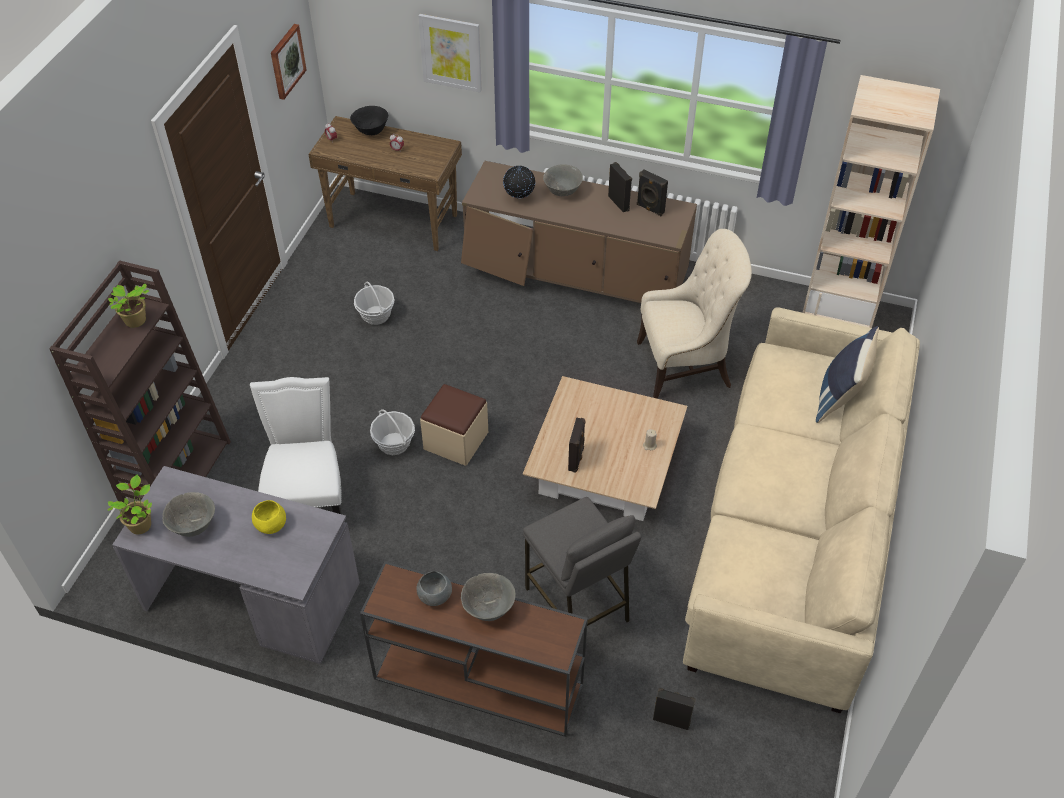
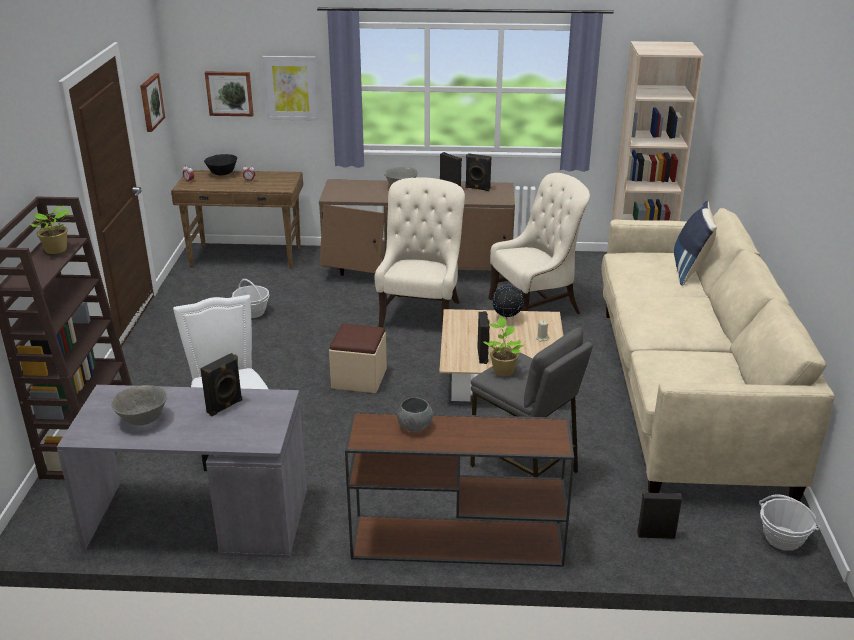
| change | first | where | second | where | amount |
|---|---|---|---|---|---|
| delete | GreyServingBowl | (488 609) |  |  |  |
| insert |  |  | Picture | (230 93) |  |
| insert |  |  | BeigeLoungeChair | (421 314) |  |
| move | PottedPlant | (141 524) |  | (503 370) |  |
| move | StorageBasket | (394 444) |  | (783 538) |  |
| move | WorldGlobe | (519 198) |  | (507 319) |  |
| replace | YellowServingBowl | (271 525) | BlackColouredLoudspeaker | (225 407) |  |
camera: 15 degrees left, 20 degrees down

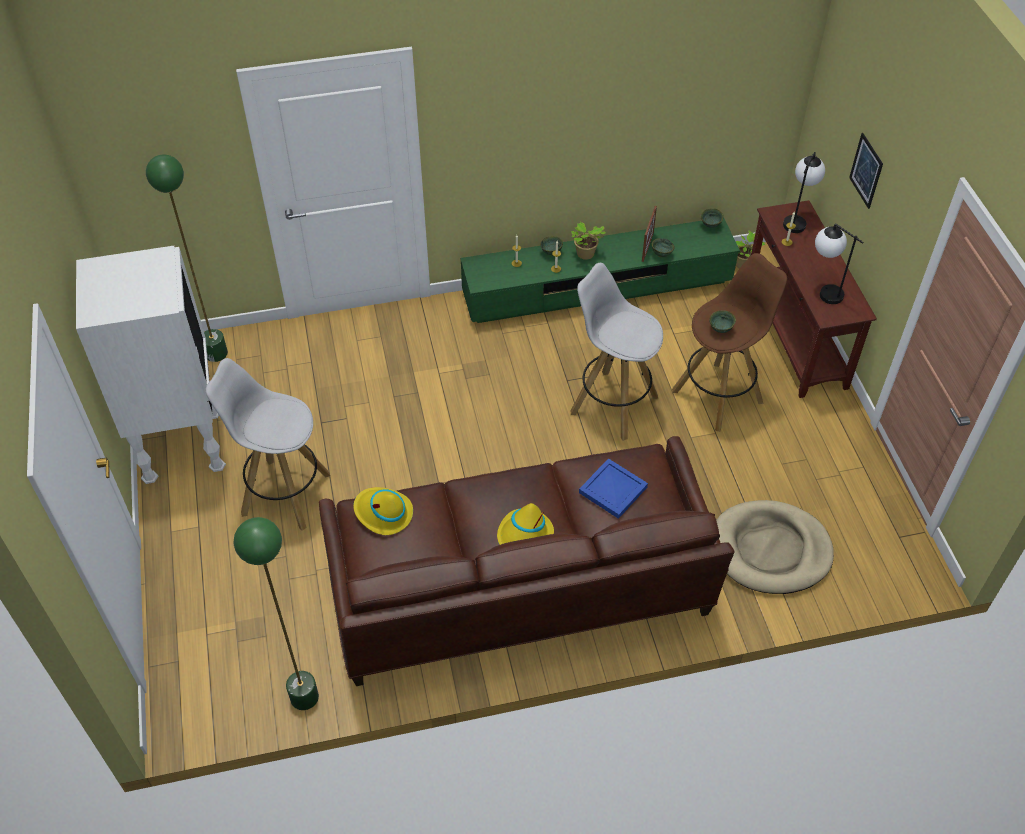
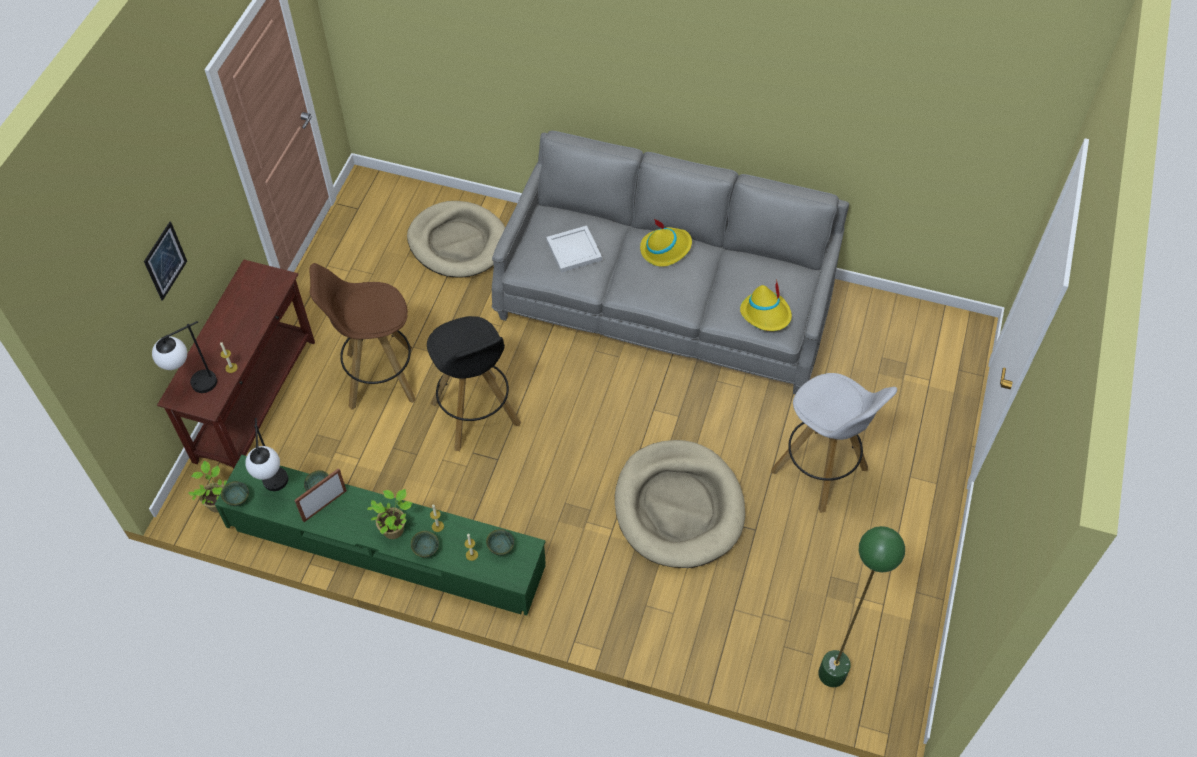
| change | first | where | second | where | amount |
|---|---|---|---|---|---|
| delete | WhiteColouredCabinet | (183 444) |  |  |  |
| delete | GreenStandingLamp | (304 697) |  |  |  |
| insert |  |  | BeigeDogBed | (678 507) |  |
| move | GreenServingBowl | (721 329) |  | (500 548) |  |
| move | LampForATable | (823 290) |  | (276 489) |  |
| recolor | BrownColouredCouch | (519 589) | GreyCouch | (666 302) |  |
| recolor | WhiteColouredSittingStool | (612 404) | BlackColouredSittingStool | (476 415) |  |
| recolor | BluishTray | (613 489) | WhiteColouredTray | (573 251) |  |
camera: 150 degrees left, 5 degrees up

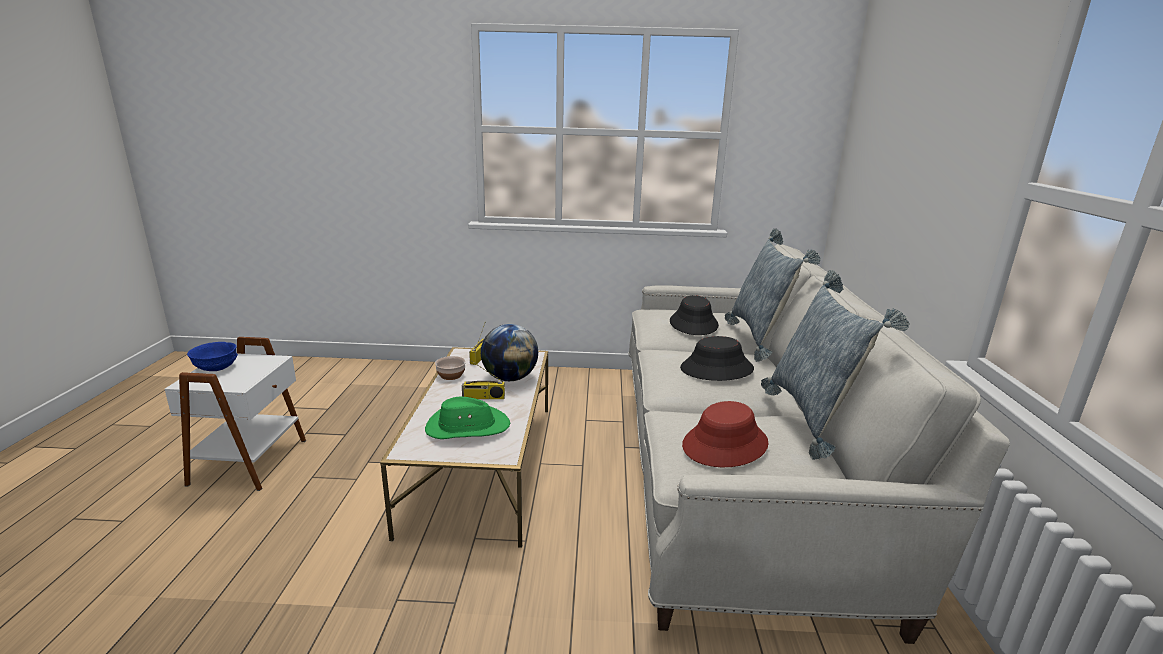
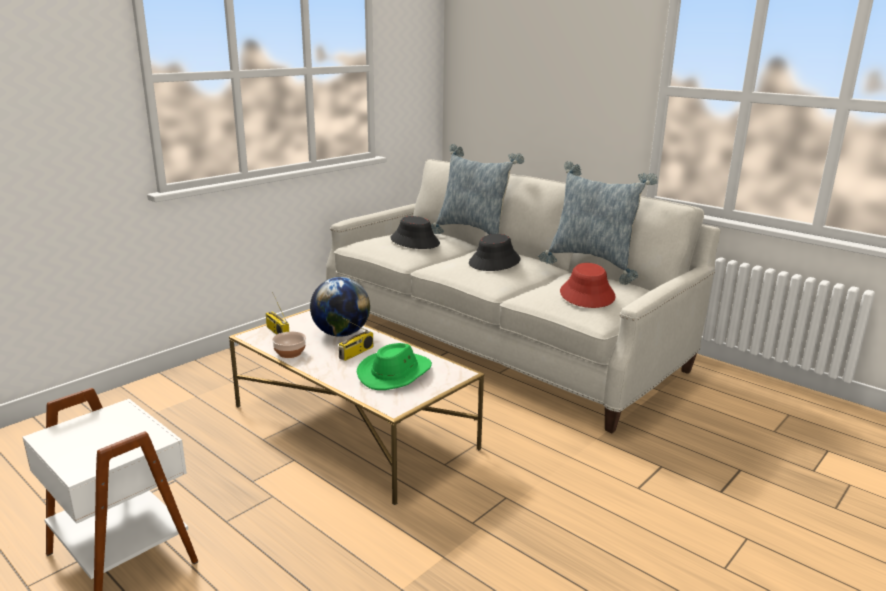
| change | first | where | second | where | amount |
|---|---|---|---|---|---|
| delete | BluishServingBowl | (216 367) |  |  |  |
camera: 50 degrees left, 0 degrees up

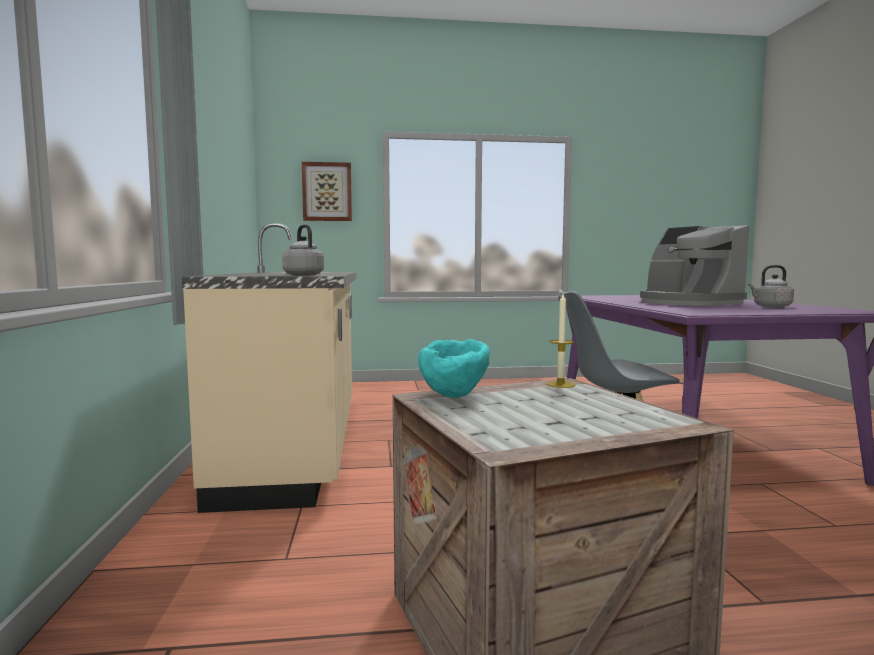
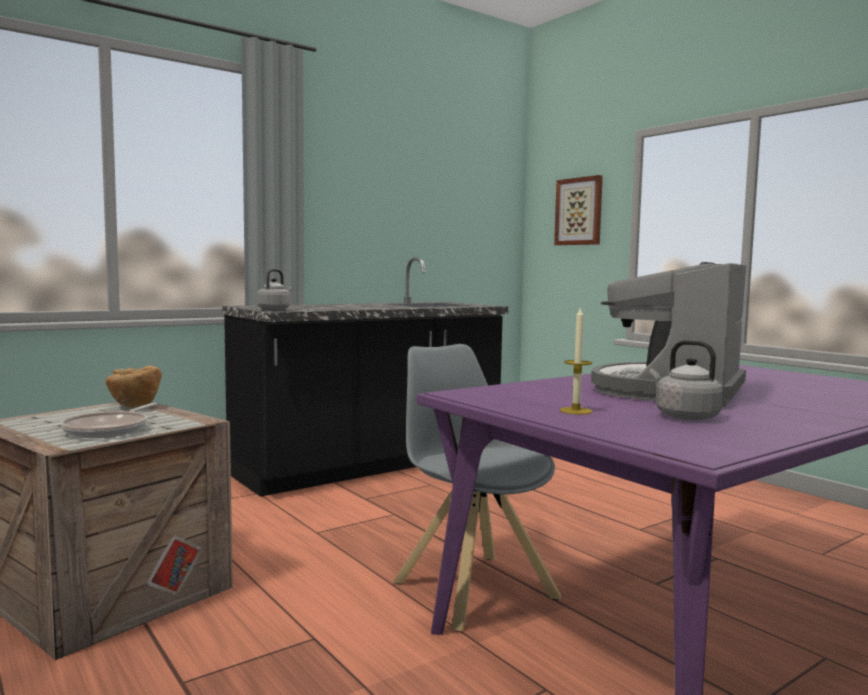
| change | first | where | second | where | amount |
|---|---|---|---|---|---|
| insert |  |  | Skillet | (110 430) |  |
| move | WaxCandle | (560 384) |  | (576 411) |  |
| recolor | BeigeCounter | (298 447) | BlackColouredCounter | (372 465) |  |
| recolor | BlueGreenServingBowl | (454 396) | BrownColouredServingBowl | (135 407) |  |
camera: 60 degrees right, 0 degrees up

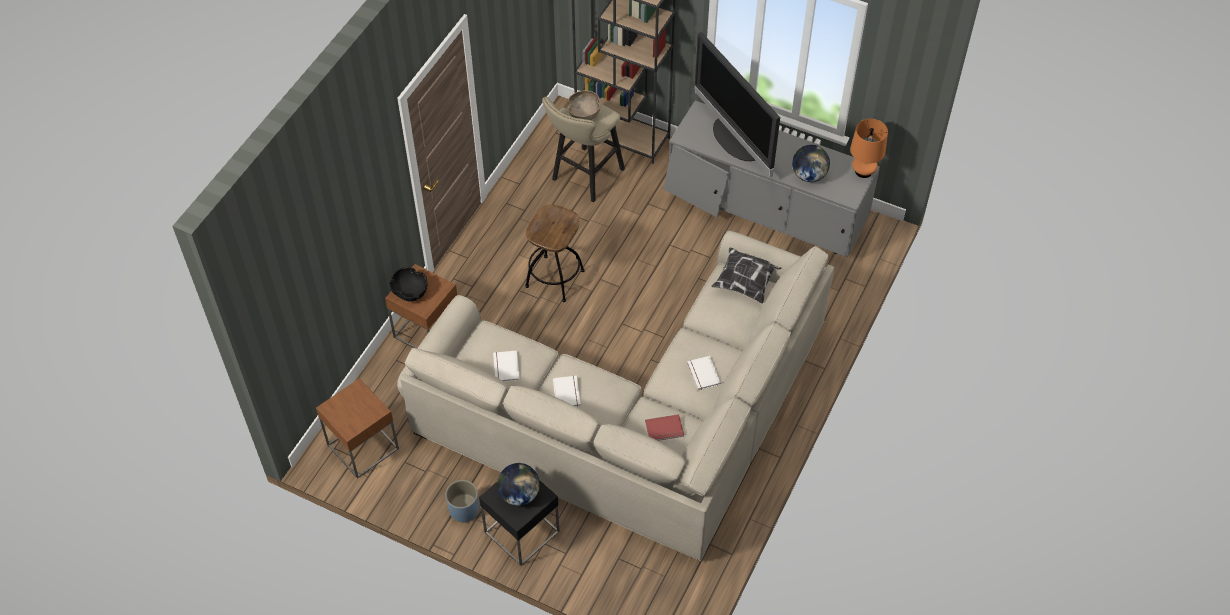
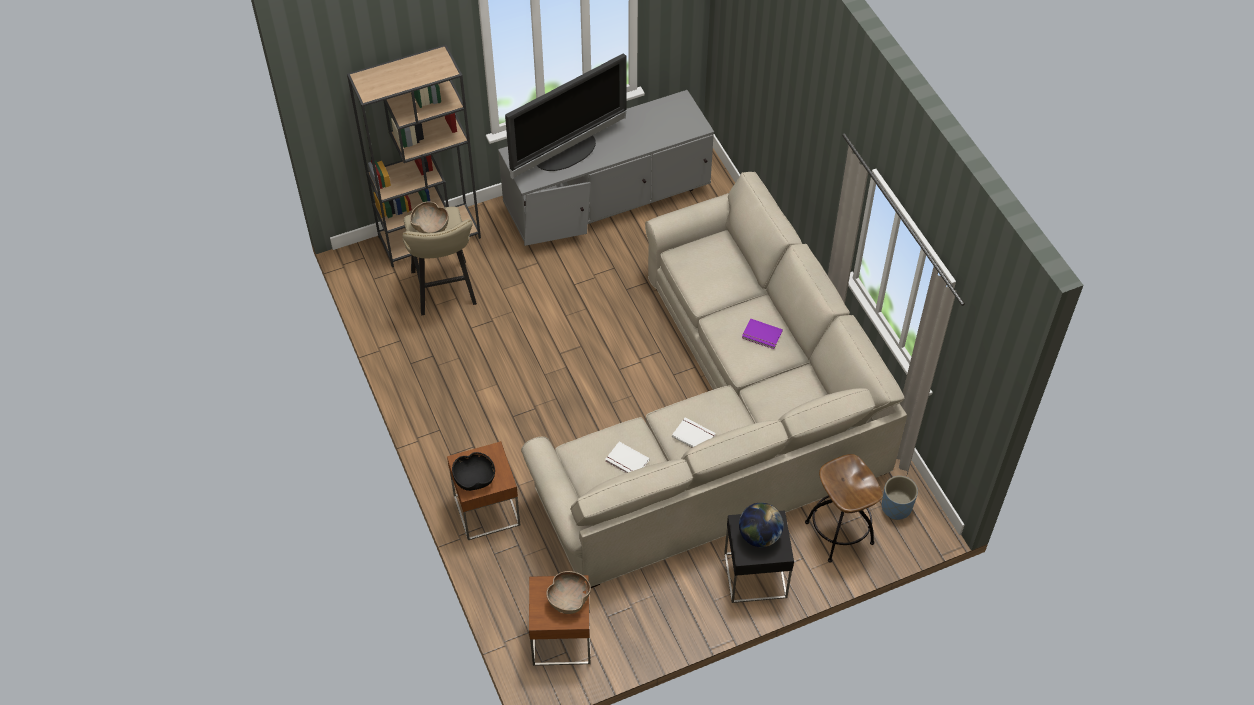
| change | first | where | second | where | amount |
|---|---|---|---|---|---|
| delete | RedBoundBook | (664 430) |  |  |  |
| delete | Cushion | (746 282) |  |  |  |
| delete | WorldGlobe | (809 175) |  |  |  |
| delete | OrangeLampForATable | (863 171) |  |  |  |
| insert |  |  | BrownColouredServingBowl | (568 599) |  |
| move | BluishPlanter | (464 510) |  | (896 507) |  |
| move | BrownColouredSittingStool | (555 278) |  | (839 532) |  |
| recolor | WhiteColouredBoundBook | (702 374) | PurpleColouredBoundBook | (761 335) |  |
| rotate | Tv | (734 140) |  | (567 153) | 45 degrees counterclockwise |
camera: 50 degrees left, 0 degrees up

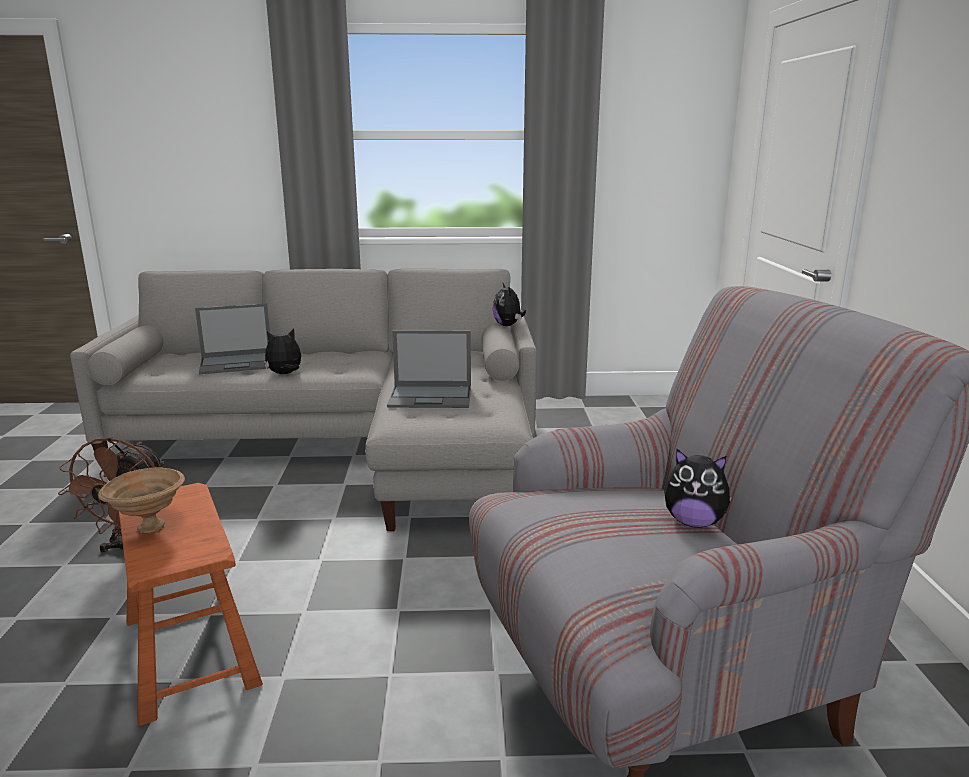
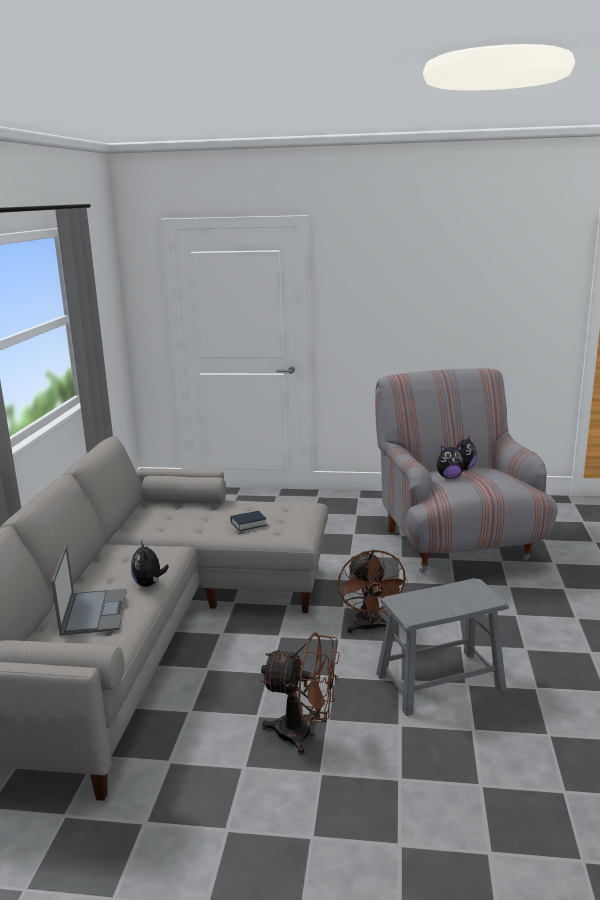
| change | first | where | second | where | amount |
|---|---|---|---|---|---|
| delete | BrownColouredServingBowl | (148 527) |  |  |  |
| insert |  |  | BrownColouredElectricFan | (369 628) |  |
| move | CuddlyToy | (508 325) |  | (449 477) |  |
| replace | Laptop | (431 397) | BoundBook | (248 524) |  |
| recolor | BrownColouredSittingStool | (190 651) | GreySittingStool | (440 682) |  |
camera: 80 degrees left, 0 degrees up

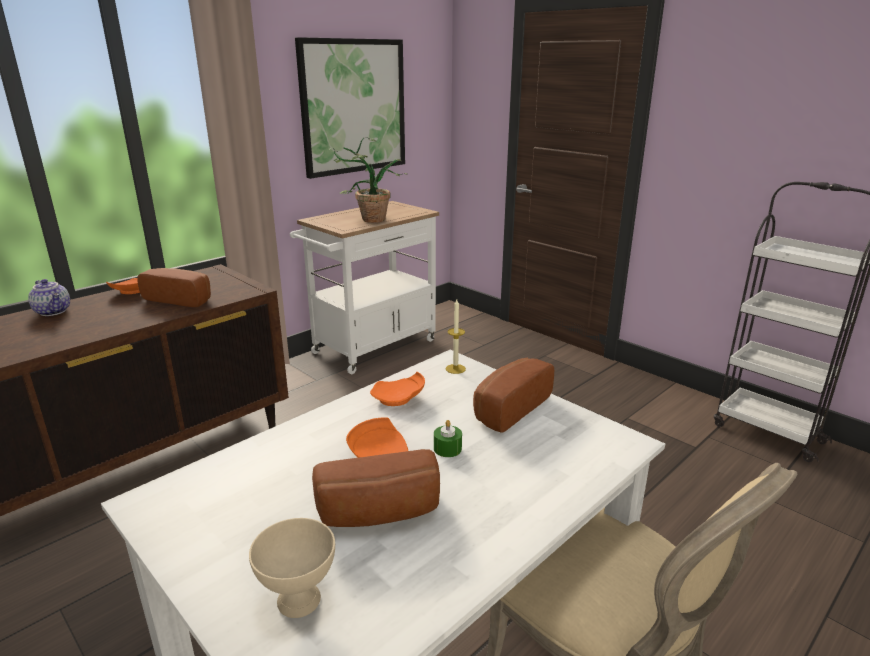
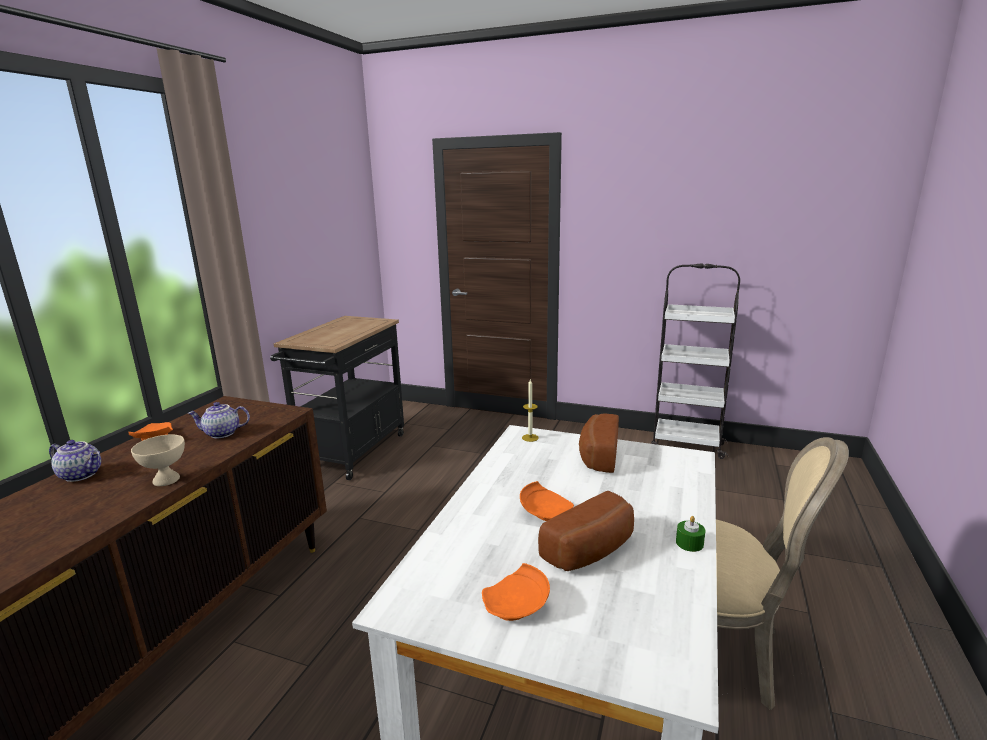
| change | first | where | second | where | amount |
|---|---|---|---|---|---|
| delete | Picture | (353 107) |  |  |  |
| delete | PottedPlant | (367 220) |  |  |  |
| move | BeigeServingBowl | (297 601) |  | (165 480) |  |
| move | OrangePlate | (399 399) |  | (517 606) |  |
| move | GreenWaxCandle | (447 448) |  | (689 543) |  |
| replace | BakedBread | (181 299) | PotForTea | (222 434) |  |
| recolor | WhiteColouredCart | (371 348) | BlackColouredCart | (351 453) |  |
camera: 25 degrees left, 5 degrees down

